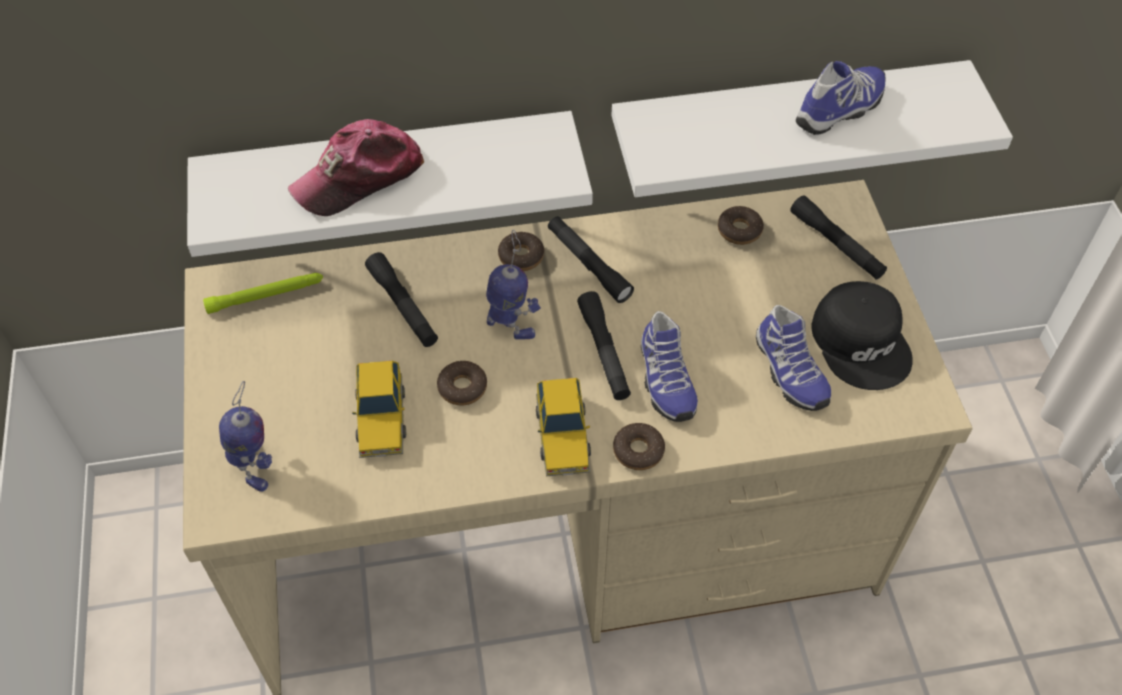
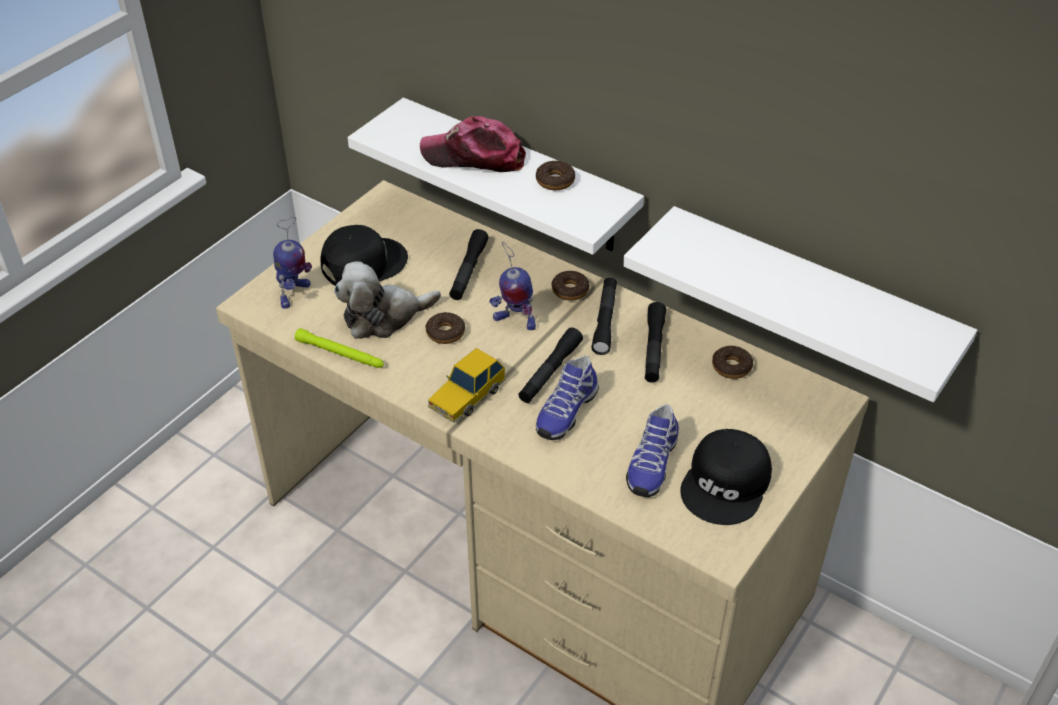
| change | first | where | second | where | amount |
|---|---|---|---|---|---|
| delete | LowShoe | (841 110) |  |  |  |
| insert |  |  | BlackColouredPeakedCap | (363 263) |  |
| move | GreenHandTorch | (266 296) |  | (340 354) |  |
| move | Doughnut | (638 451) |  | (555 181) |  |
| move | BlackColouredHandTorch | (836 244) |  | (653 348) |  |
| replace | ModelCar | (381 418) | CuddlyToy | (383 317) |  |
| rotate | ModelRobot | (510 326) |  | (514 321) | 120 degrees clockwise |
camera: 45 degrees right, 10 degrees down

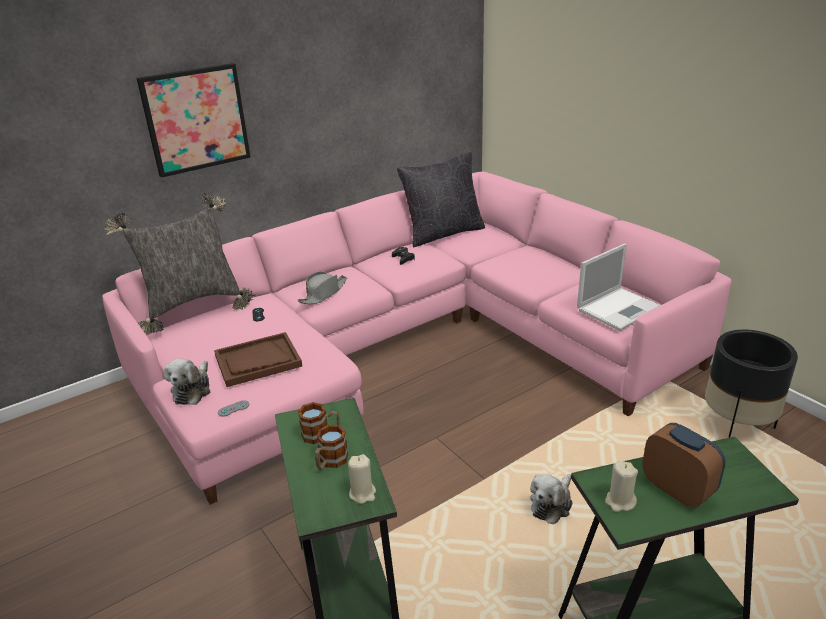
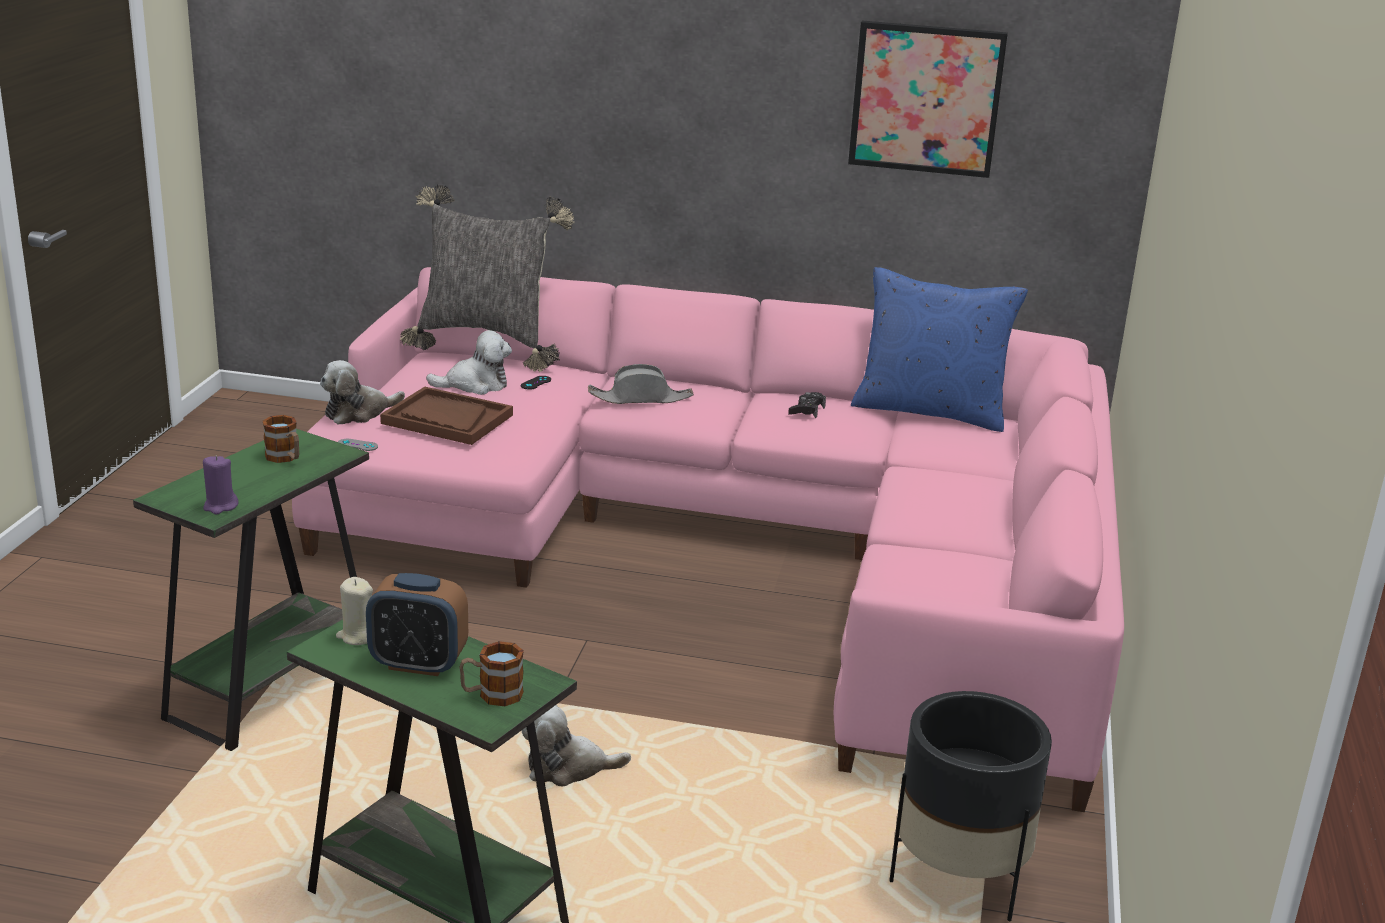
| change | first | where | second | where | amount |
|---|---|---|---|---|---|
| delete | Laptop | (619 308) |  |  |  |
| insert |  |  | CuddlyToy | (475 385) |  |
| move | Picture | (196 119) |  | (926 98) |  |
| move | TeaMug | (330 462) |  | (491 695) |  |
| recolor | BeigeWaxCandle | (362 493) | PurpleColouredWaxCandle | (220 506) |  |
| recolor | BlackColouredCushion | (443 233) | BluishCushion | (930 411) |  |
| rotate | BedsideClock | (677 489) |  | (418 664) | 90 degrees clockwise |
camera: 45 degrees right, 5 degrees down

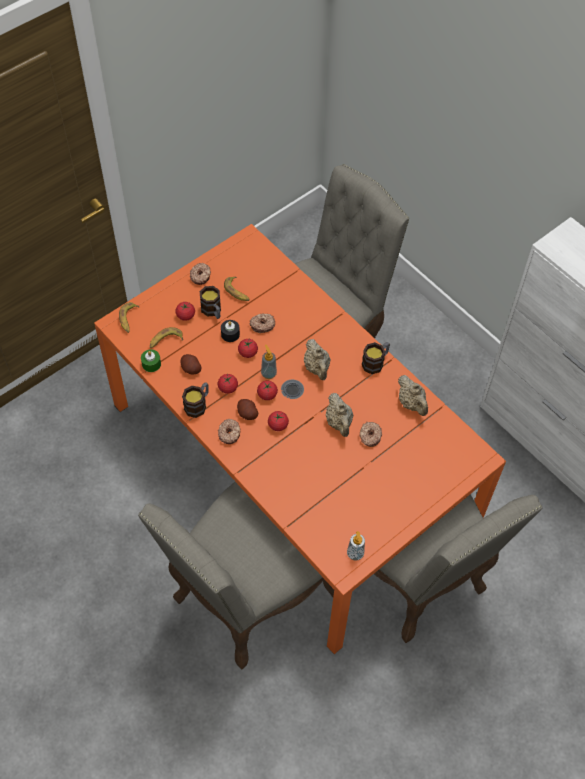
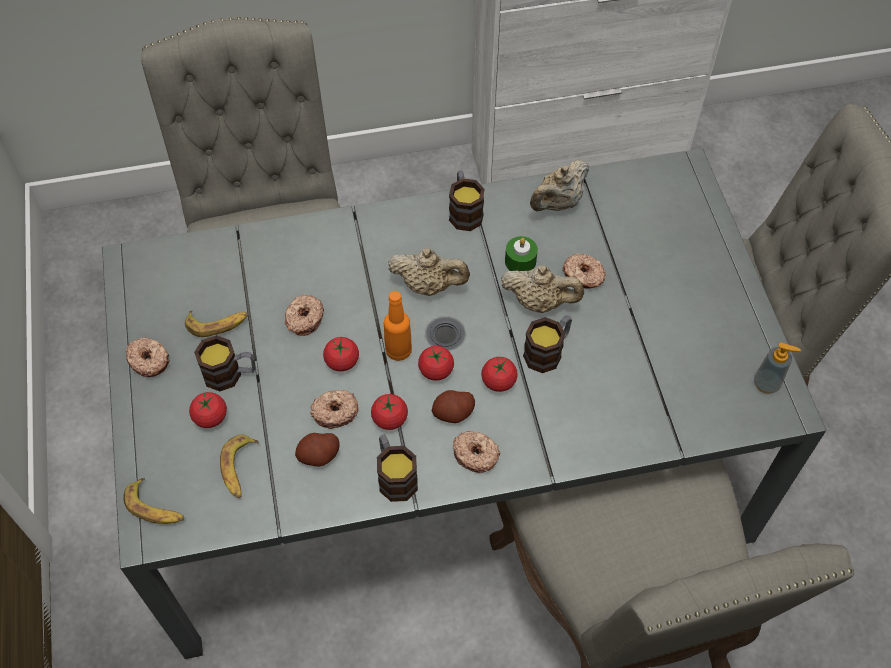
| change | first | where | second | where | amount |
|---|---|---|---|---|---|
| delete | BlackColouredWaxCandle | (230 334) |  |  |  |
| insert |  |  | Doughnut | (335 412) |  |
| insert |  |  | TeaMug | (548 351) |  |
| move | GreenWaxCandle | (151 364) |  | (520 261) |  |
| replace | LiquidSoapBottle | (268 373) | OrangeBeverageBottle | (398 351) |  |
| recolor | OrangeDinnerTable | (290 467) | GreyDinnerTable | (445 458) |  |
| rotate | BeigePotForTea | (412 404) |  | (558 203) | 135 degrees clockwise |
camera: 60 degrees left, 0 degrees up

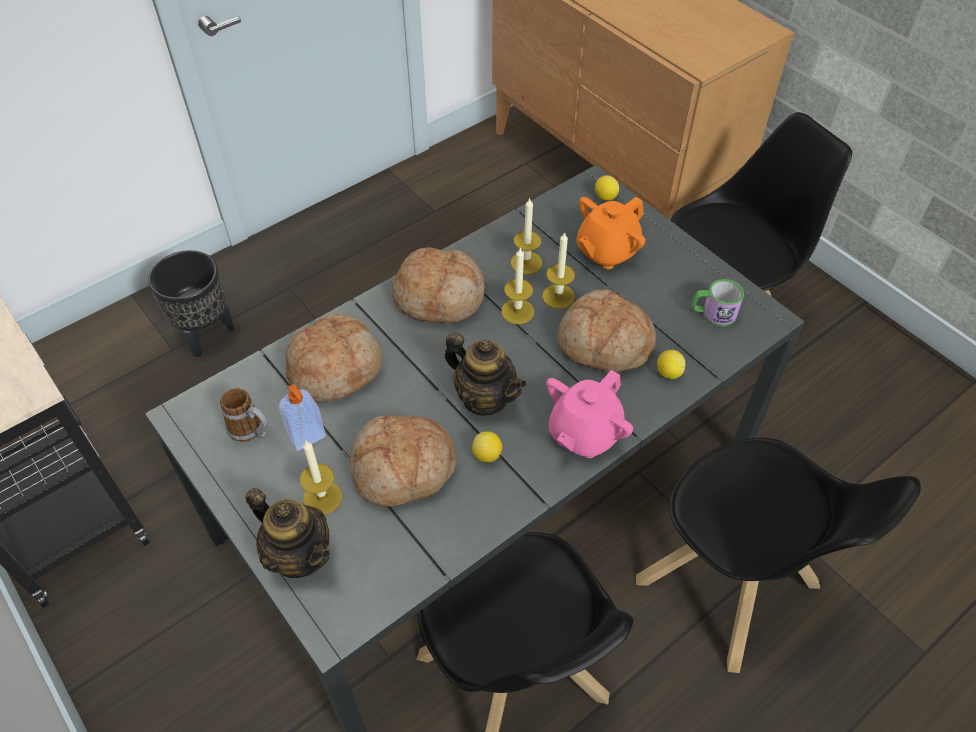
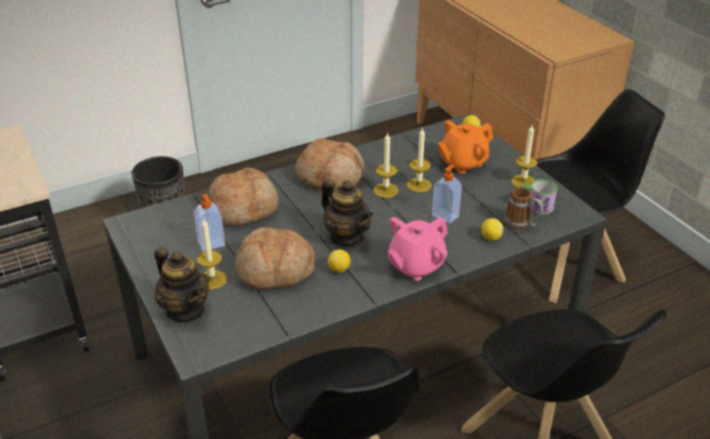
| change | first | where | second | where | amount |
|---|---|---|---|---|---|
| move | TeaMug | (251 431) |  | (522 224) |  |
| move | WaxCandle | (526 263) |  | (523 181) |  |
| replace | BakedBread | (604 343) | LiquidSoapBottle | (445 215) |  |
camera: 10 degrees right, 15 degrees down

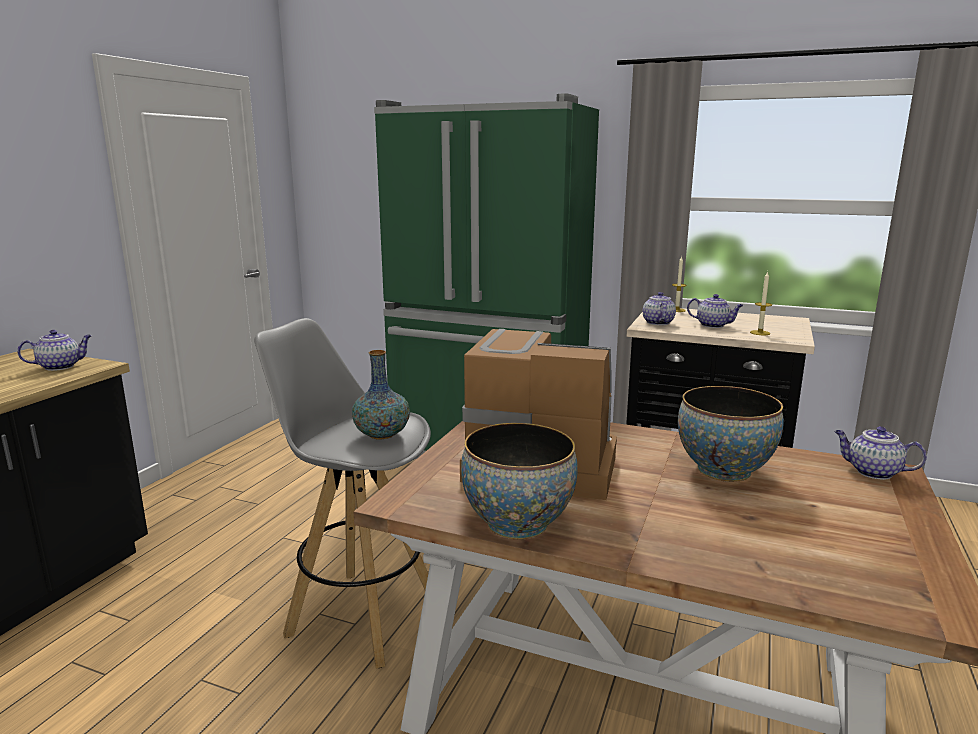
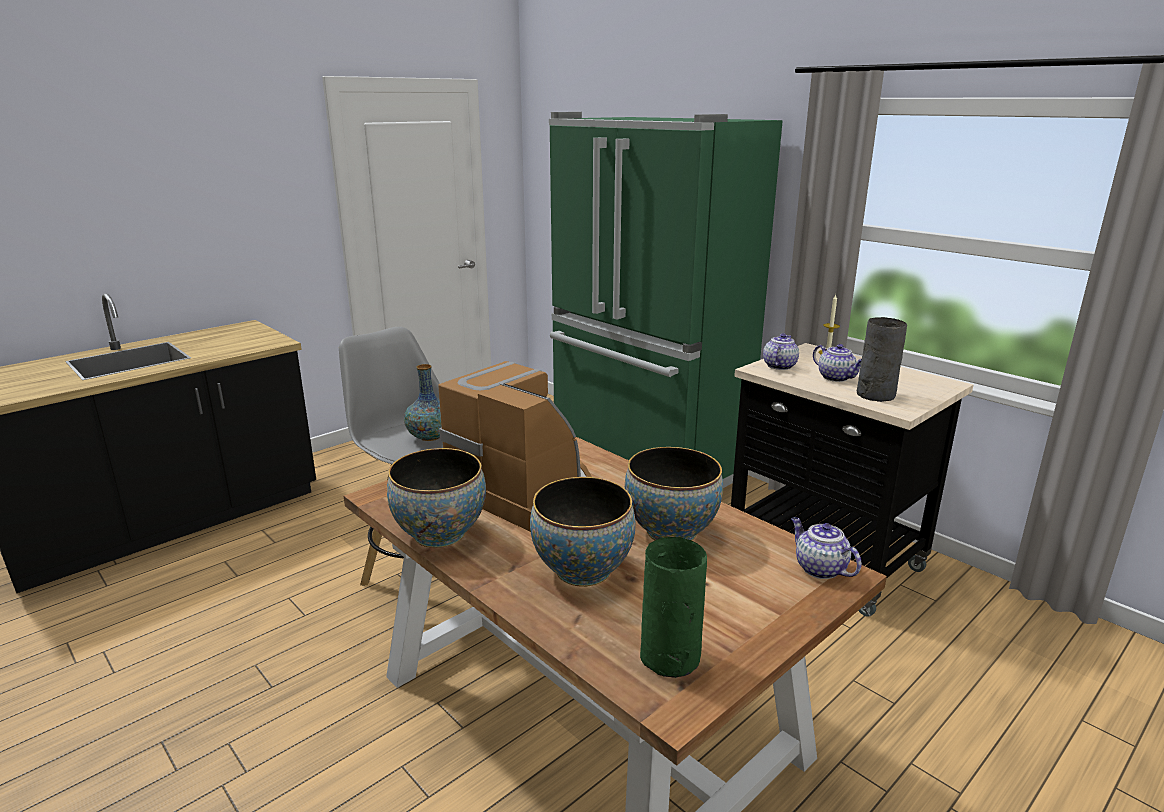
| change | first | where | second | where | amount |
|---|---|---|---|---|---|
| delete | PotForTea | (61 366) |  |  |  |
| insert |  |  | ServingBowl | (582 570) |  |
| insert |  |  | GreenDecorativeVase | (669 658) |  |
| replace | WaxCandle | (760 333) | GreyDecorativeVase | (874 395) |  |
camera: 25 degrees right, 5 degrees up

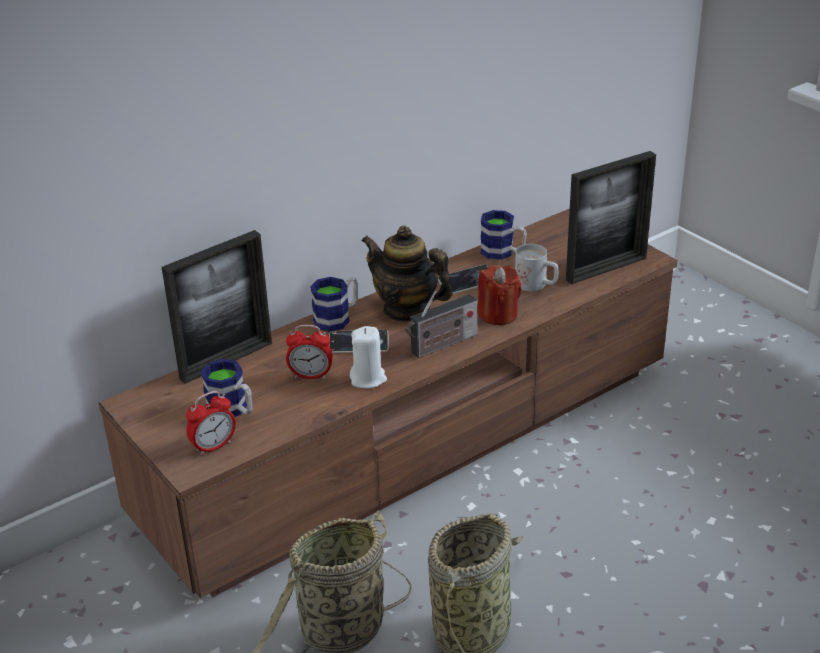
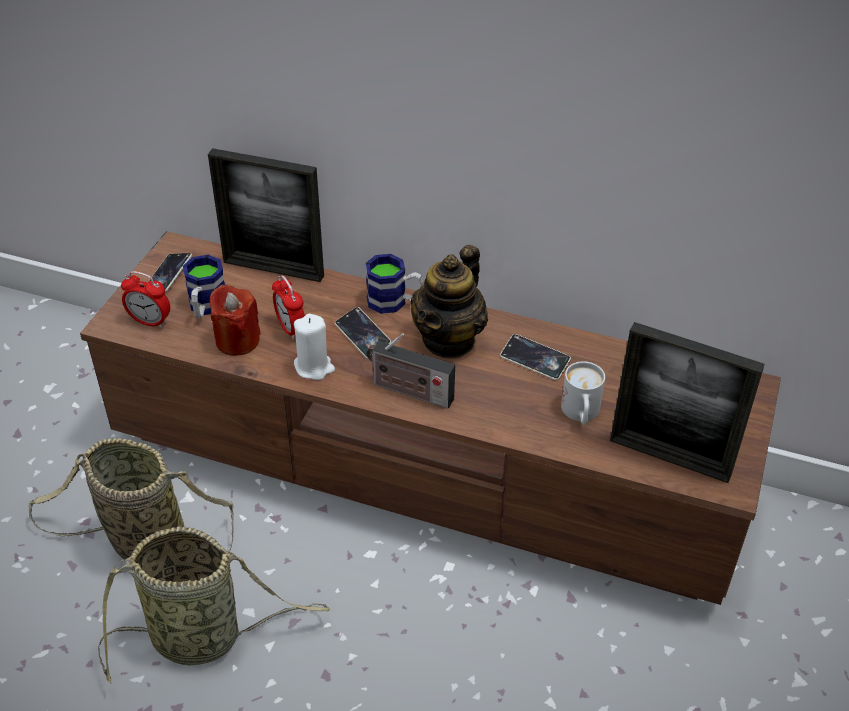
| change | first | where | second | where | amount |
|---|---|---|---|---|---|
| delete | TeaMug | (503 253) |  |  |  |
| insert |  |  | Telephone | (168 276) |  |
| move | RedWaxCandle | (498 314) |  | (237 340) |  |
| rotate | PotForTea | (407 309) |  | (449 340) | 150 degrees counterclockwise |
camera: 55 degrees right, 10 degrees up

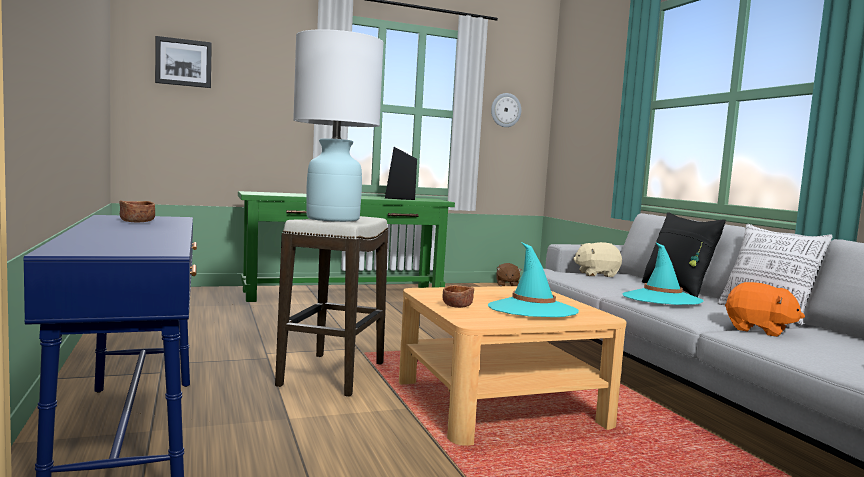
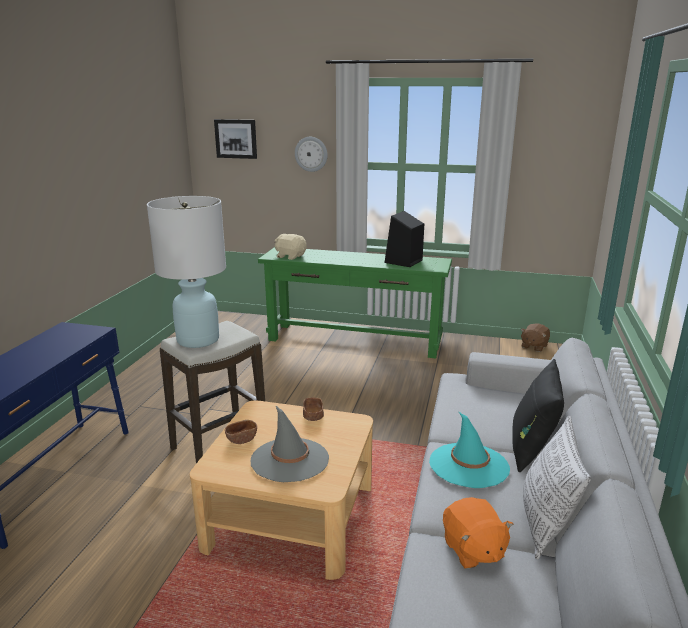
| change | first | where | second | where | amount |
|---|---|---|---|---|---|
| move | BrownColouredServingBowl | (137 221) |  | (313 416) |  |
| move | ClockOnTheWall | (505 110) |  | (311 154) |  |
| move | BeigeCuddlyToy | (596 274) |  | (290 256) |  |
| recolor | BlueGreenWearableHat | (532 309) | GreyWearableHat | (290 460) |  |
camera: 35 degrees right, 15 degrees up

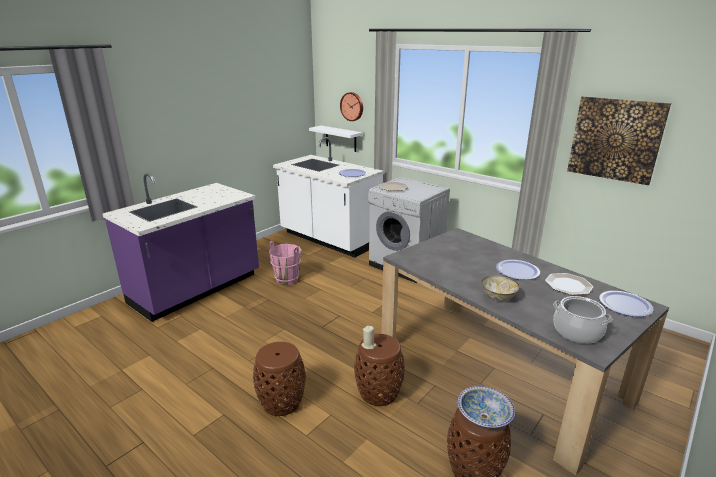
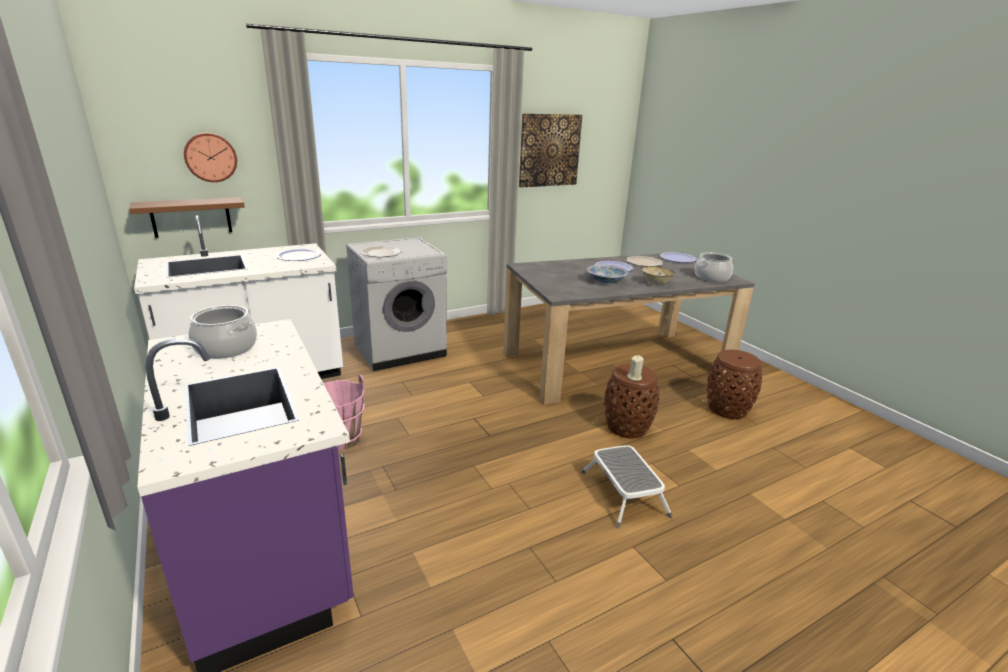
| change | first | where | second | where | amount |
|---|---|---|---|---|---|
| insert |  |  | Saucepot | (225 348) |  |
| move | ServingBowl | (484 416) |  | (606 281) |  |
| replace | BrownColouredSittingStool | (281 402) | GreyStepLadder | (623 493) |  |
| recolor | WhiteColouredWallShelf | (341 138) | BrownColouredWallShelf | (191 217) |  |
camera: 70 degrees left, 0 degrees up

